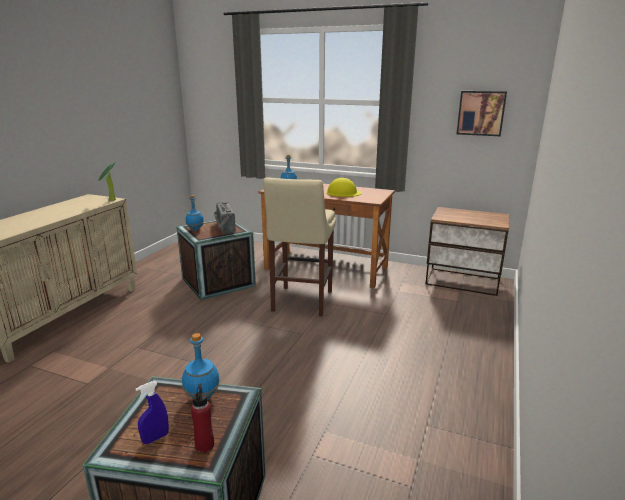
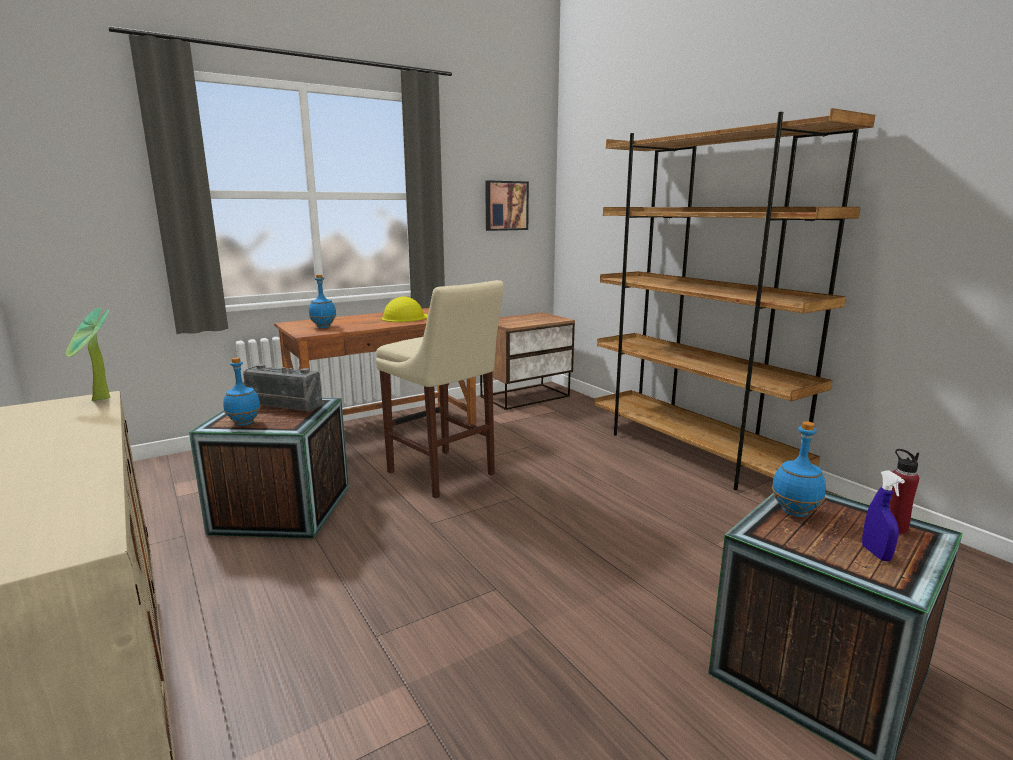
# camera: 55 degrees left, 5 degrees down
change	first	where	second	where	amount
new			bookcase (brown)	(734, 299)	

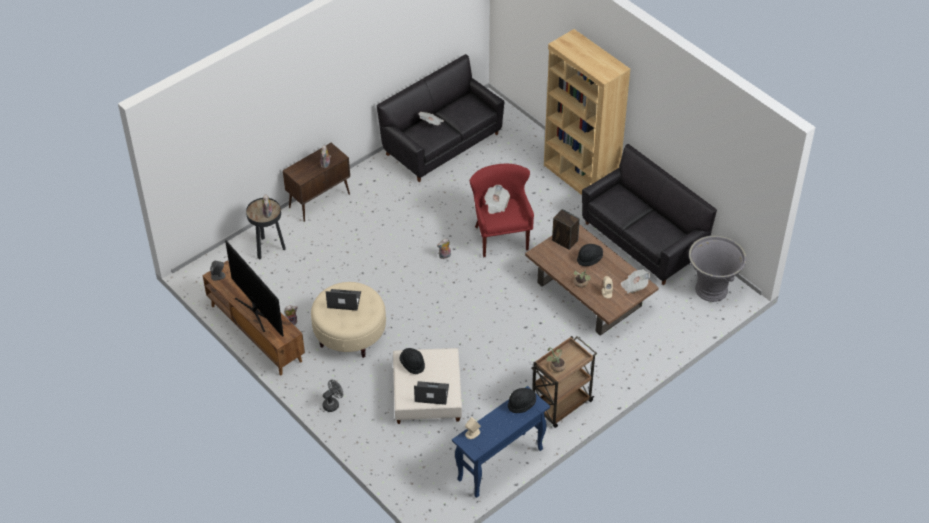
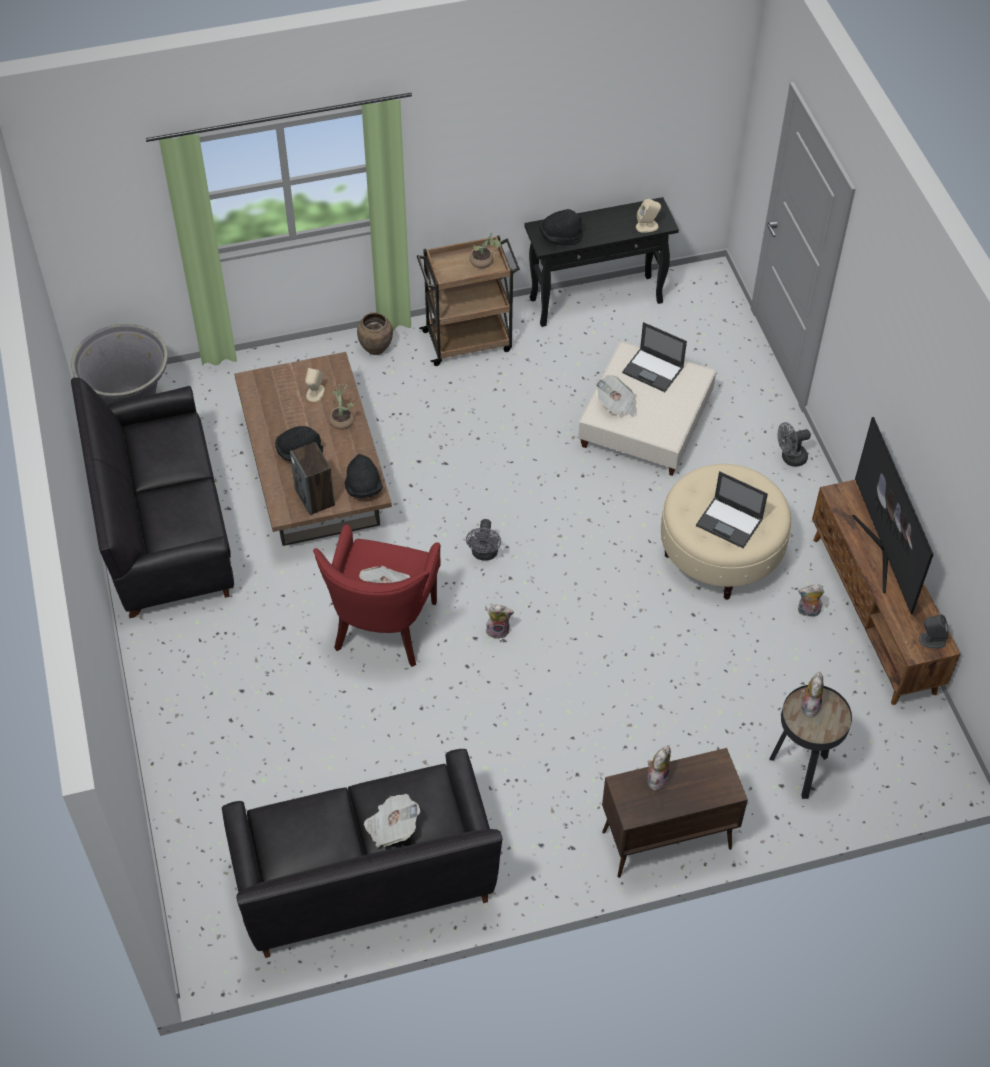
# camera: 155 degrees left, 5 degrees up
change	first	where	second	where	amount
shifted	hat (black)	(412, 361)		(363, 476)	
repainted	console table (blue)	(501, 442)	console table (black)	(601, 262)	
gone	bookcase (brown)	(587, 112)			
shifted	newspaper	(636, 281)		(616, 396)	
new			vase (brown)	(375, 333)	
new			fan (grey)	(483, 540)	

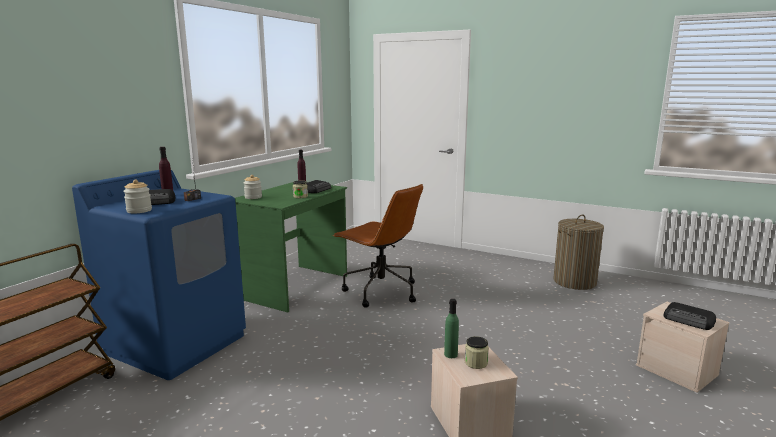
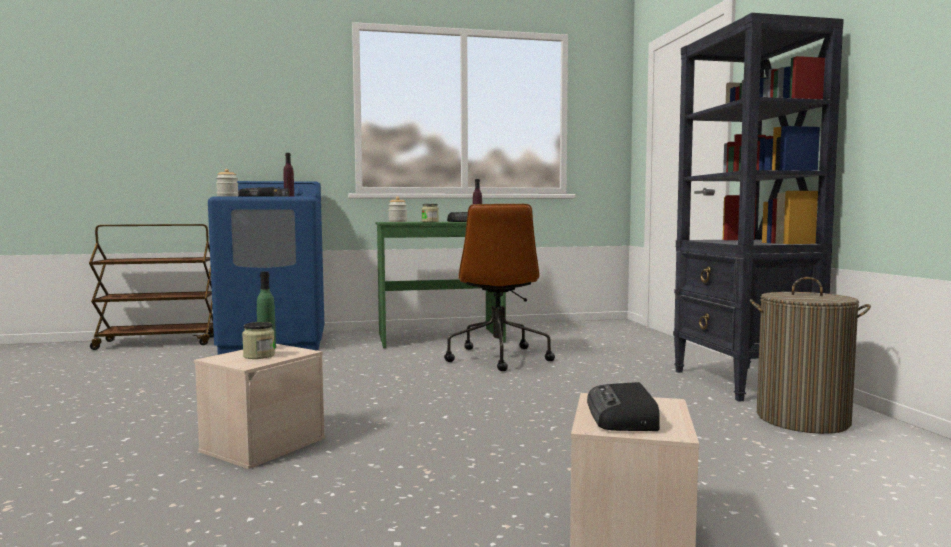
# camera: 50 degrees right, 10 degrees down
change	first	where	second	where	amount
new			bookcase (black)	(758, 207)	

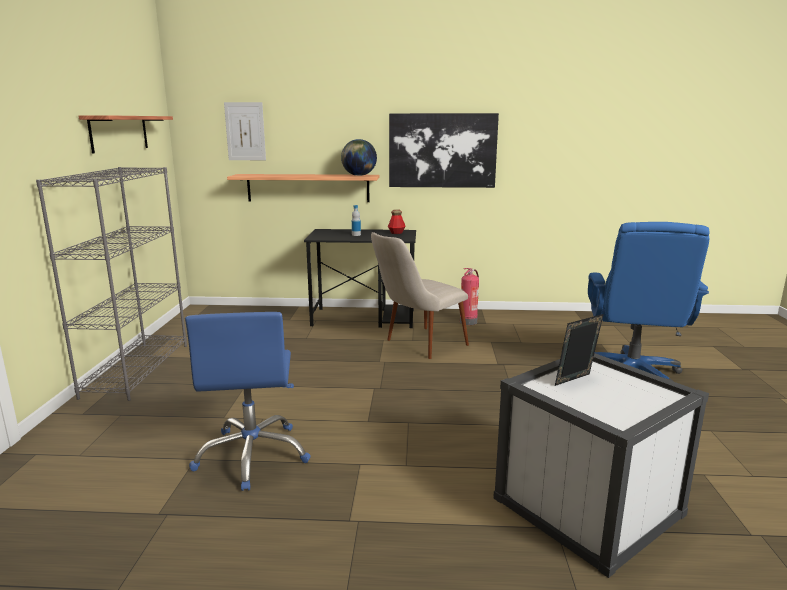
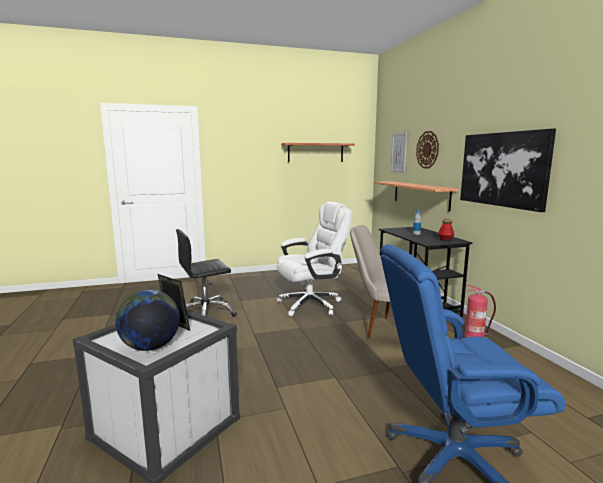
# camera: 70 degrees right, 5 degrees down
change	first	where	second	where	amount
gone	bookcase (grey)	(111, 284)			
repainted	office chair (blue)	(248, 401)	office chair (black)	(206, 273)	
shifted	globe	(359, 157)		(147, 320)	
new			office chair (white)	(314, 259)	
new			wall clock	(427, 150)	

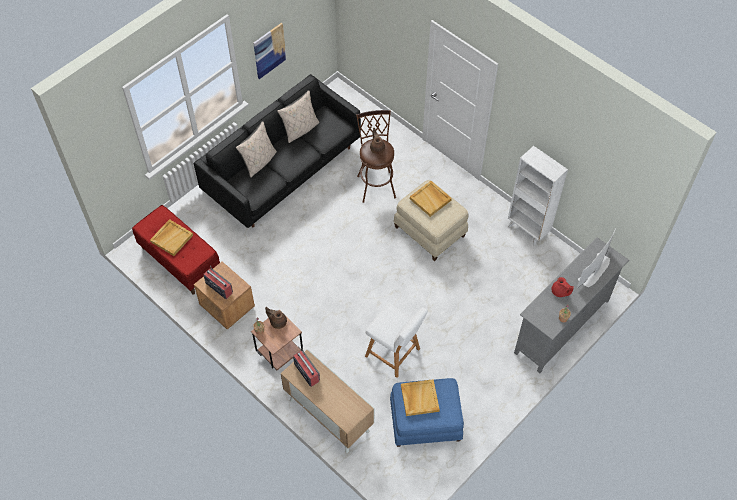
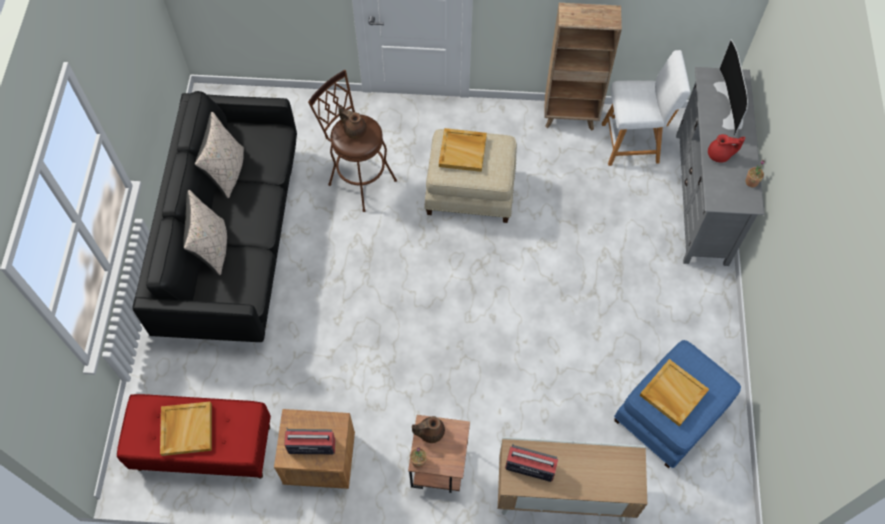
# camera: 40 degrees left, 5 degrees up
change	first	where	second	where	amount
gone	picture	(269, 51)			
shifted	stool (white)	(396, 340)		(646, 108)	
repainted	bookcase (white)	(538, 196)	bookcase (brown)	(583, 67)	

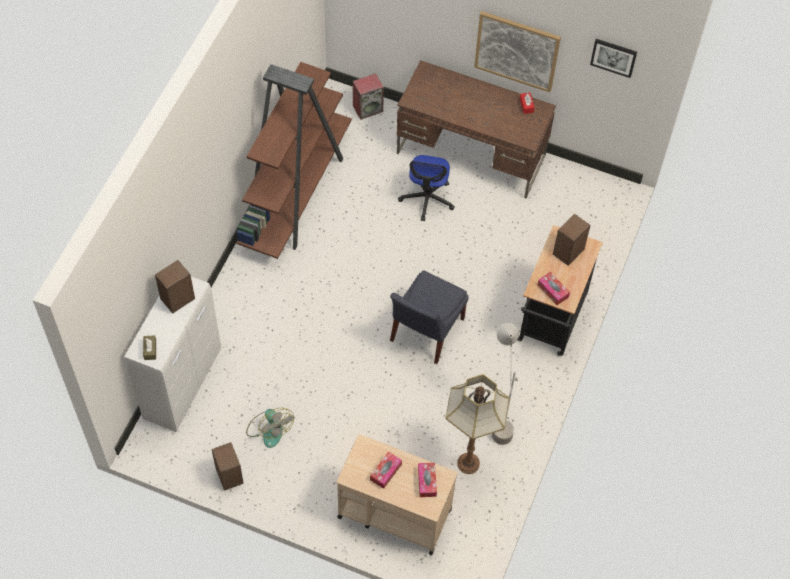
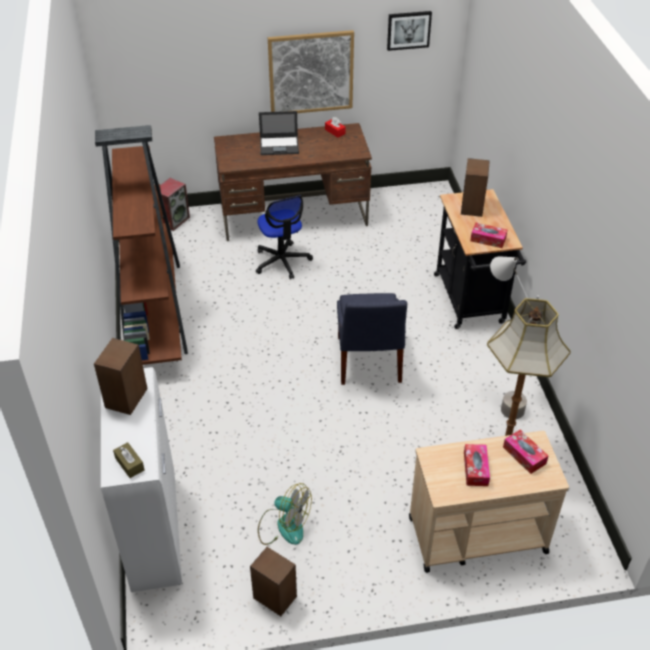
# camera: 30 degrees left, 15 degrees down
change	first	where	second	where	amount
new			laptop	(279, 133)	

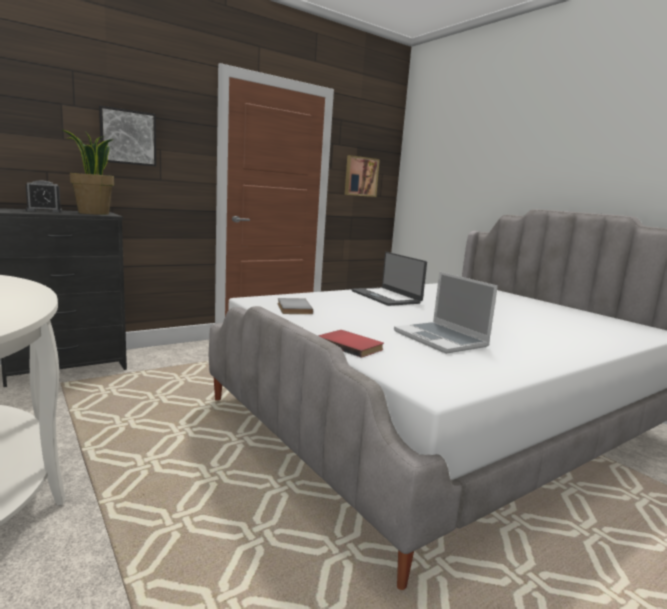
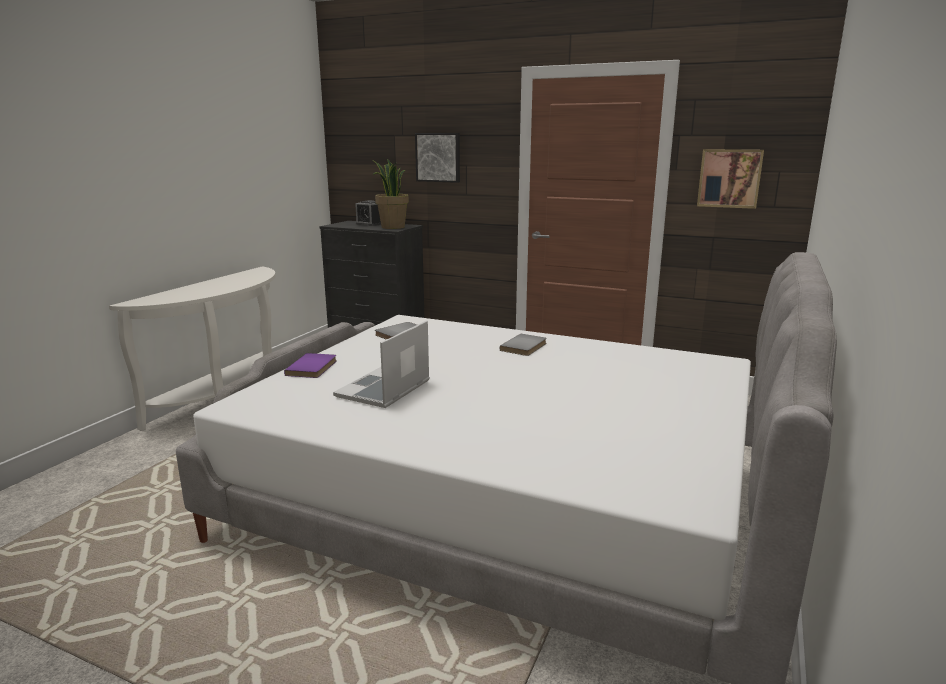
# camera: 60 degrees right, 5 degrees up
change	first	where	second	where	amount
repainted	book (red)	(351, 344)	book (purple)	(310, 365)	
swapped	laptop	(389, 279)	book (grey)	(523, 345)	

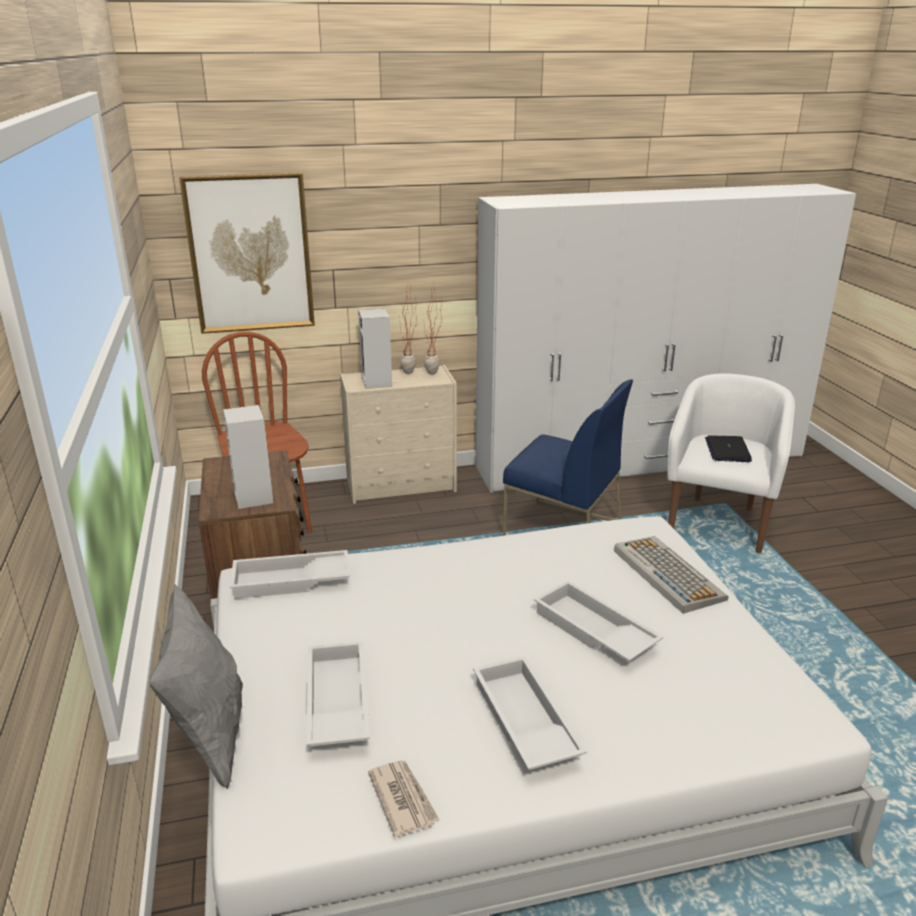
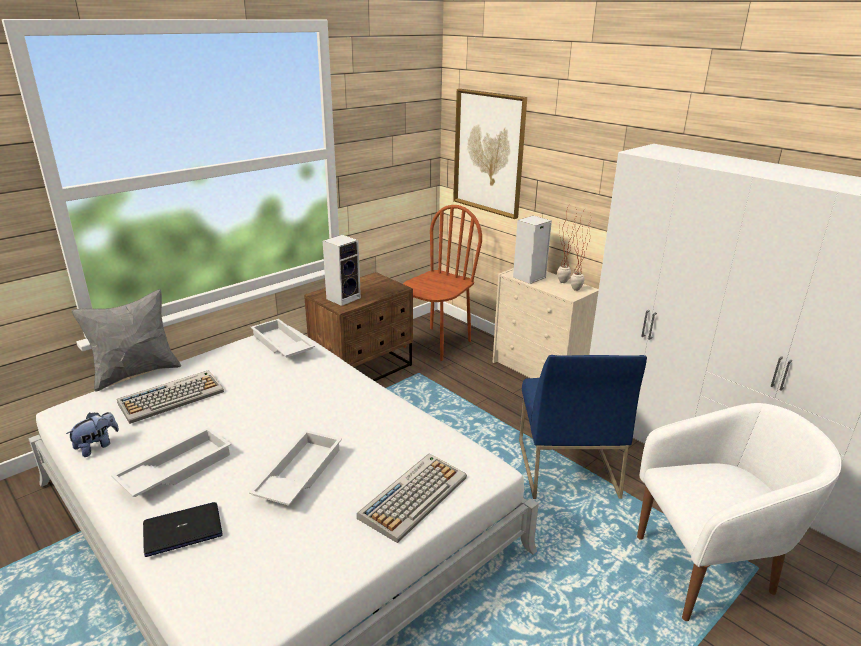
# camera: 60 degrees right, 0 degrees up
change	first	where	second	where	amount
swapped	tray (white)	(338, 693)	keyboard	(170, 397)	
swapped	newspaper	(404, 798)	plush toy	(92, 434)	
shifted	laptop	(728, 448)		(182, 529)	

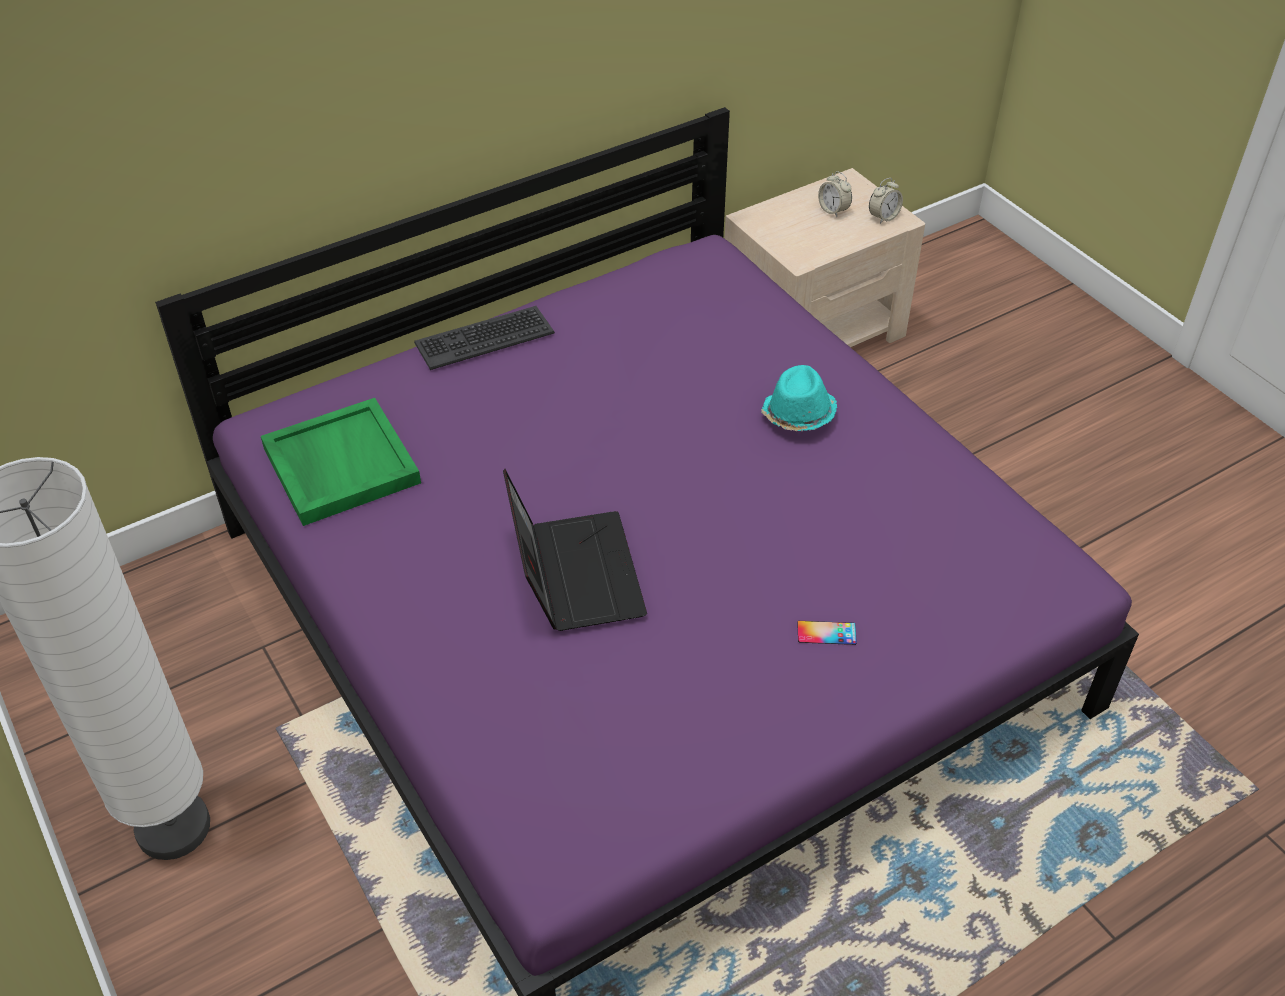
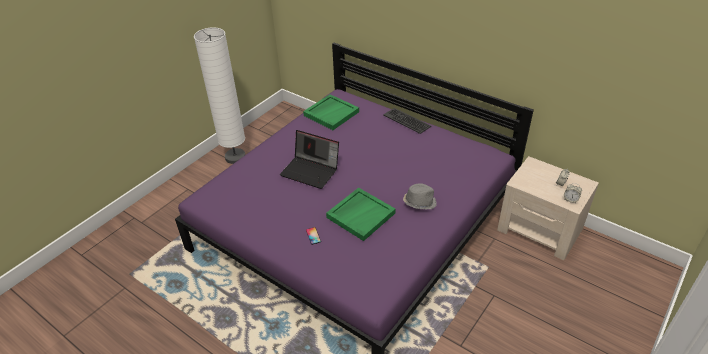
# camera: 70 degrees right, 5 degrees down
change	first	where	second	where	amount
rotated	laptop	(575, 550)		(309, 159)	60 degrees clockwise
repainted	hat (turquoise)	(799, 398)	hat (grey)	(420, 196)	
new			tray (green)	(360, 214)	

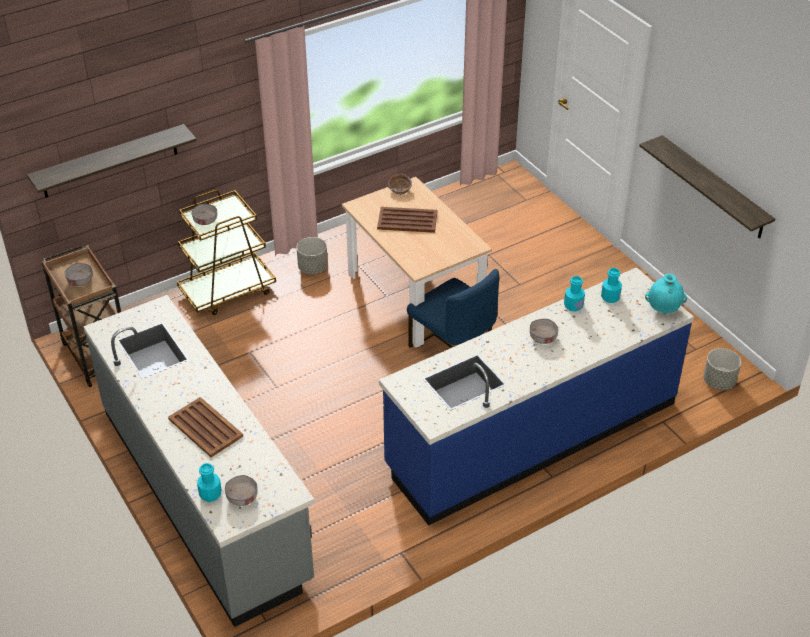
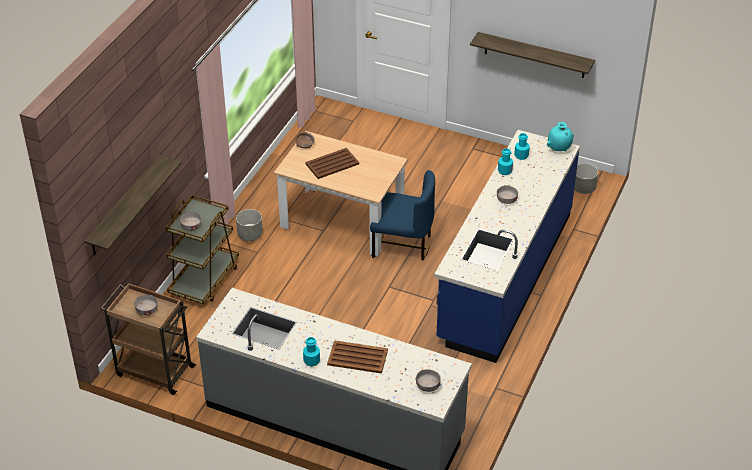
# camera: 35 degrees left, 0 degrees up
change	first	where	second	where	amount
shifted	bottle (turquoise)	(209, 482)		(311, 352)	

